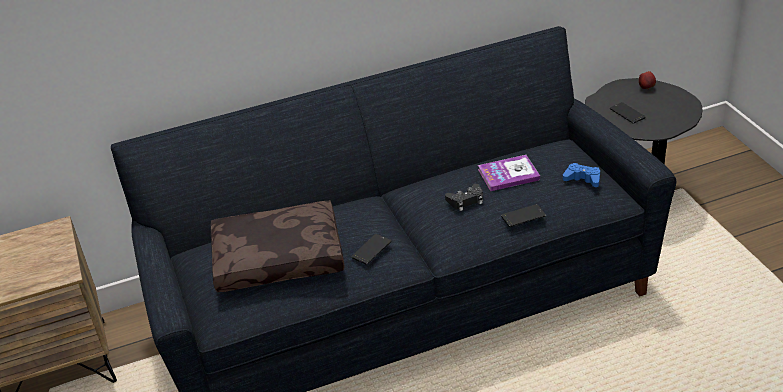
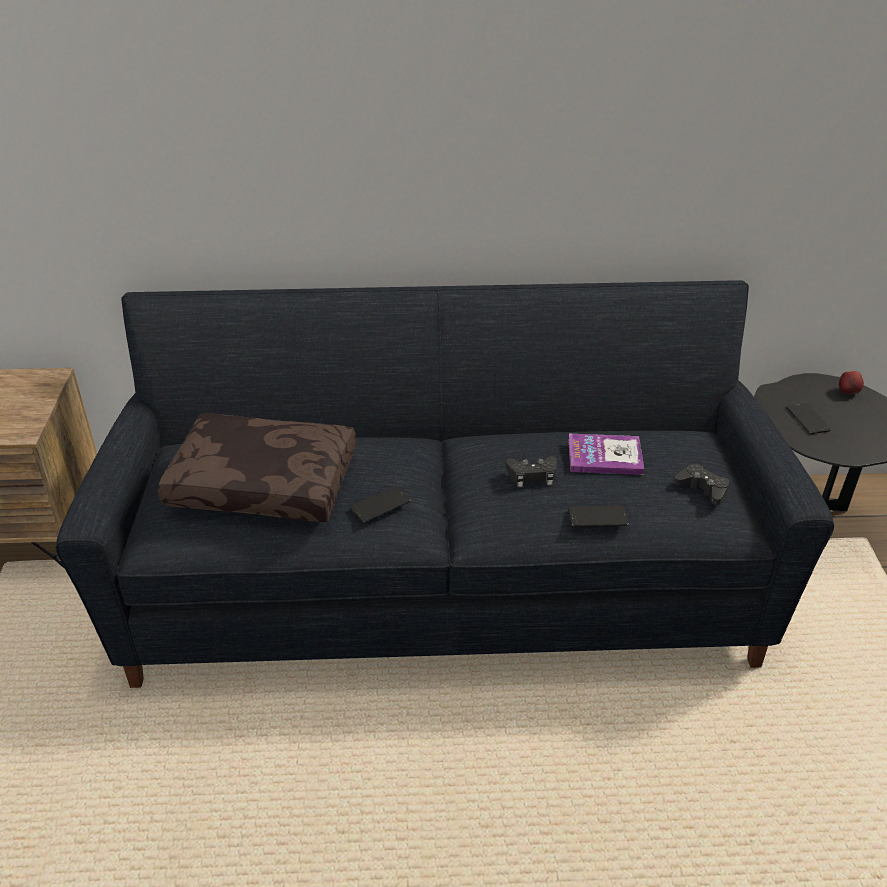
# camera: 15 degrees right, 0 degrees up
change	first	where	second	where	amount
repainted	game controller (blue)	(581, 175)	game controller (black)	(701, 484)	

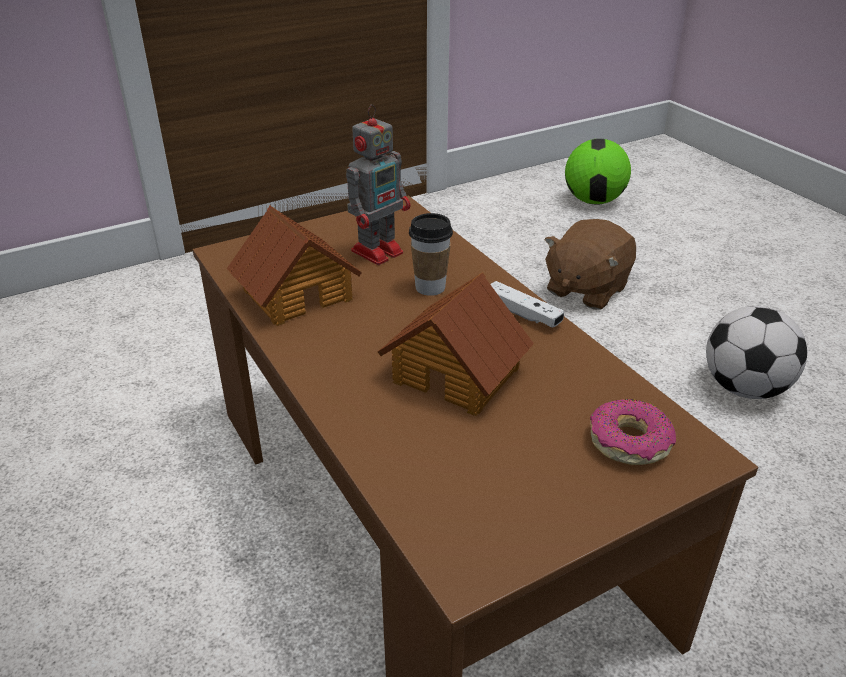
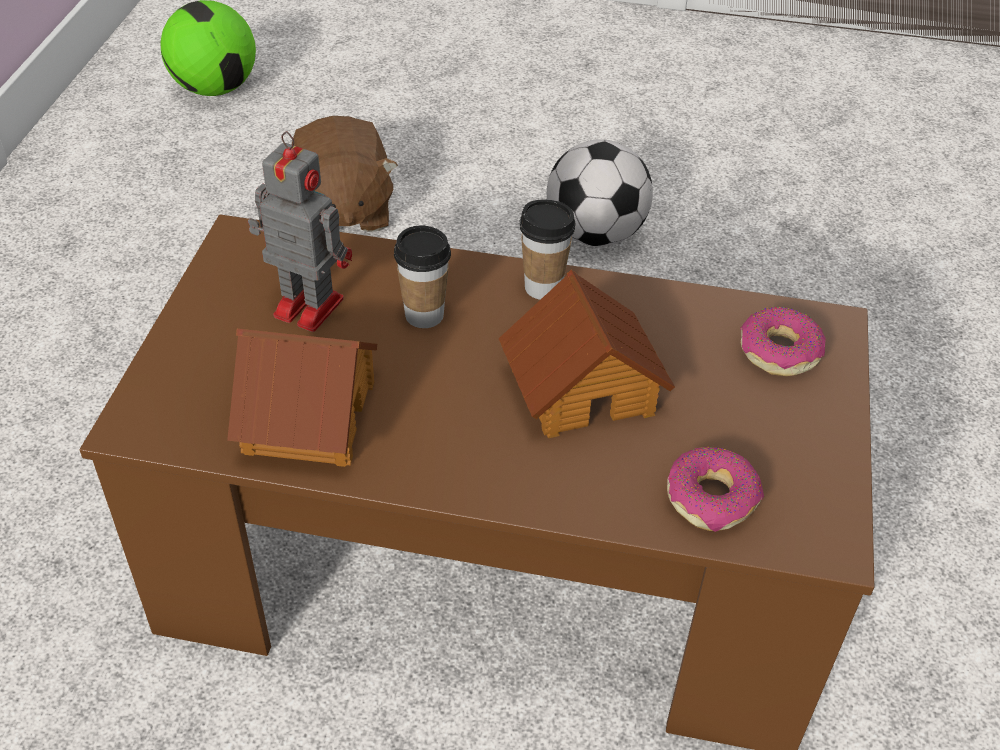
# camera: 50 degrees left, 10 degrees up
change	first	where	second	where	amount
rotated	toy robot	(378, 184)		(300, 231)	60 degrees counterclockwise
swapped	game controller (white)	(527, 304)	cup	(548, 249)	
new			donut	(715, 489)	

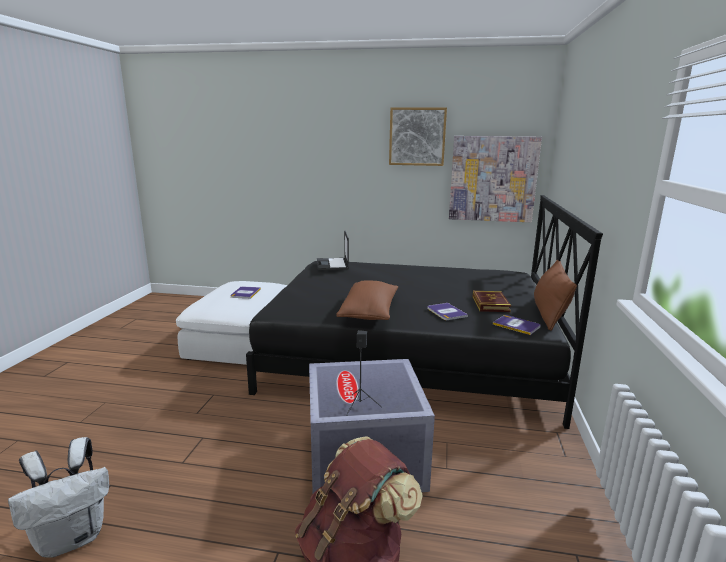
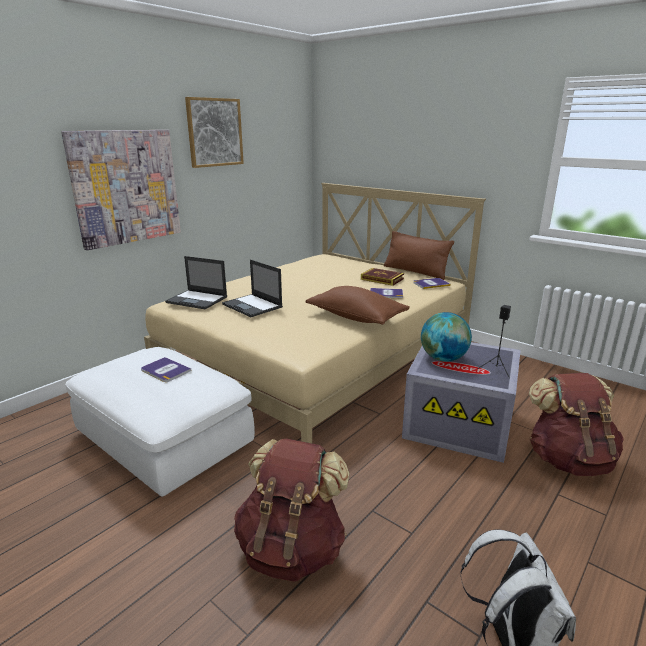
# camera: 60 degrees left, 5 degrees up
change	first	where	second	where	amount
repainted	bed (black)	(424, 312)	bed (beige)	(315, 313)	
shifted	picture	(495, 179)		(121, 190)	
new			laptop	(252, 288)	
new			backpack (brown)	(291, 510)	
new			globe	(446, 337)	

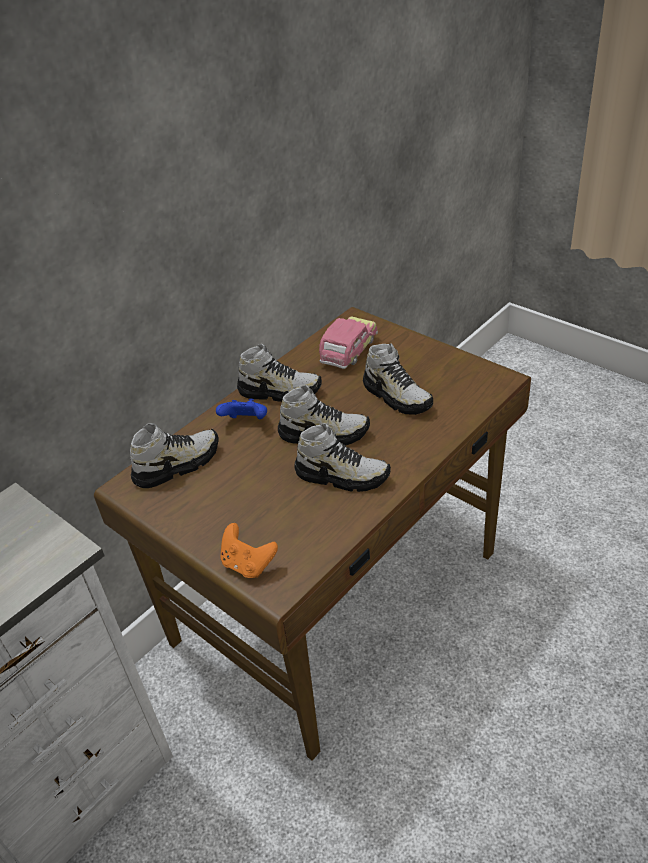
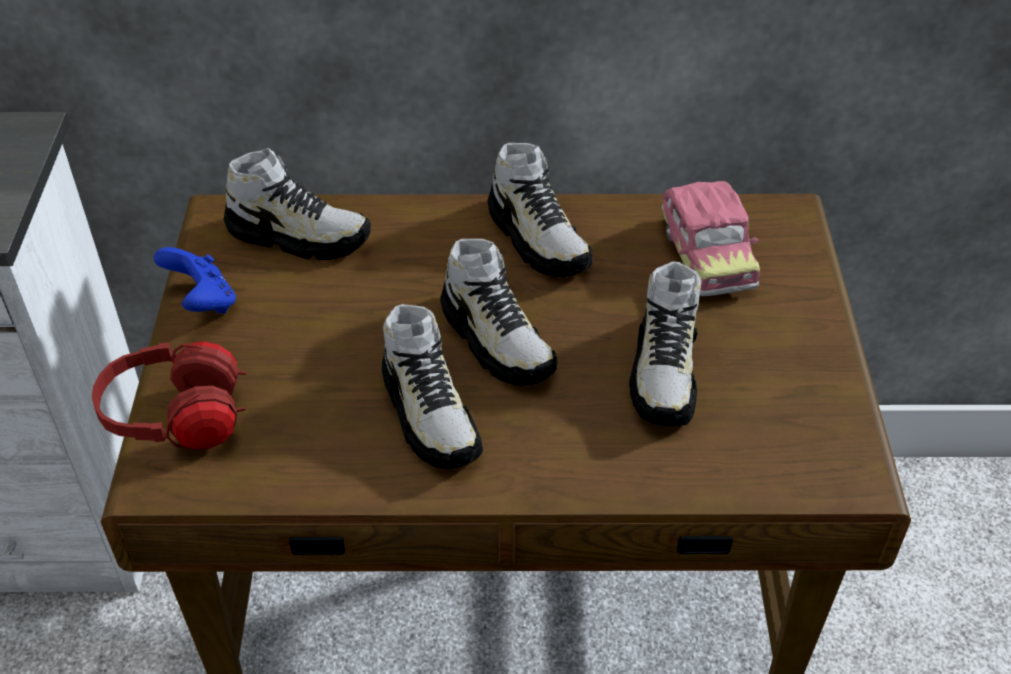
# camera: 45 degrees right, 5 degrees up
change	first	where	second	where	amount
shifted	game controller (blue)	(241, 409)		(195, 280)	
swapped	game controller (orange)	(249, 550)	headphones (red)	(169, 395)	
rotated	toy car	(348, 342)		(710, 238)	90 degrees clockwise

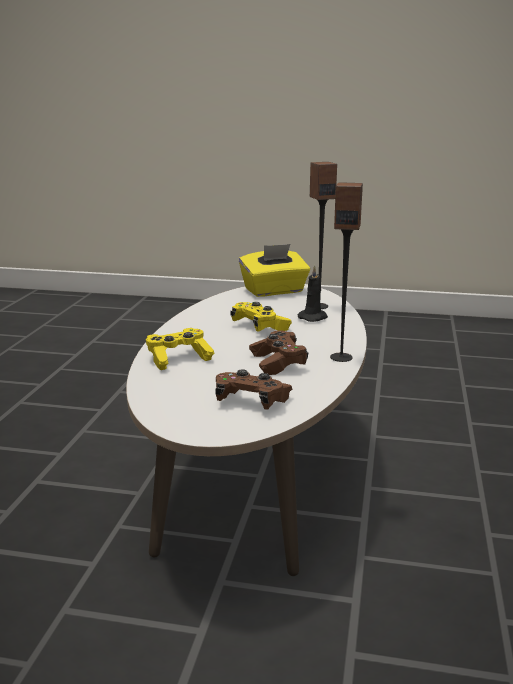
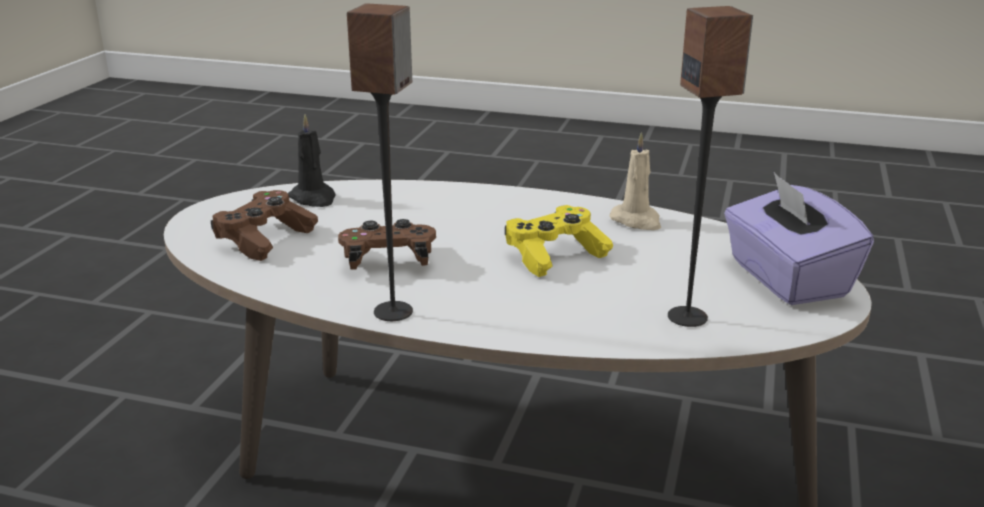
# camera: 95 degrees right, 5 degrees up
change	first	where	second	where	amount
gone	game controller (yellow)	(180, 349)			
repainted	tissue box (yellow)	(274, 270)	tissue box (purple)	(799, 238)	
shifted	candle (black)	(313, 293)		(312, 160)	
new			candle (beige)	(635, 181)	

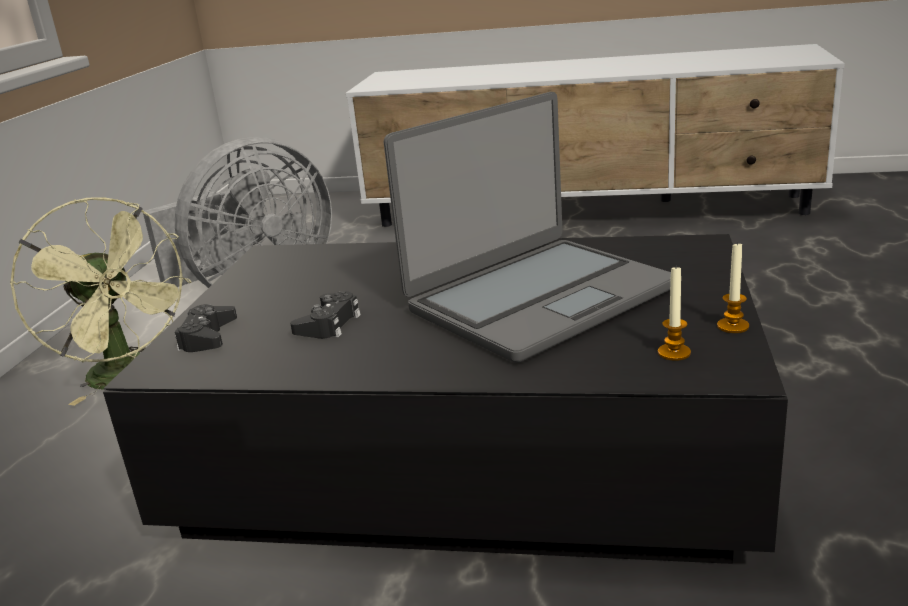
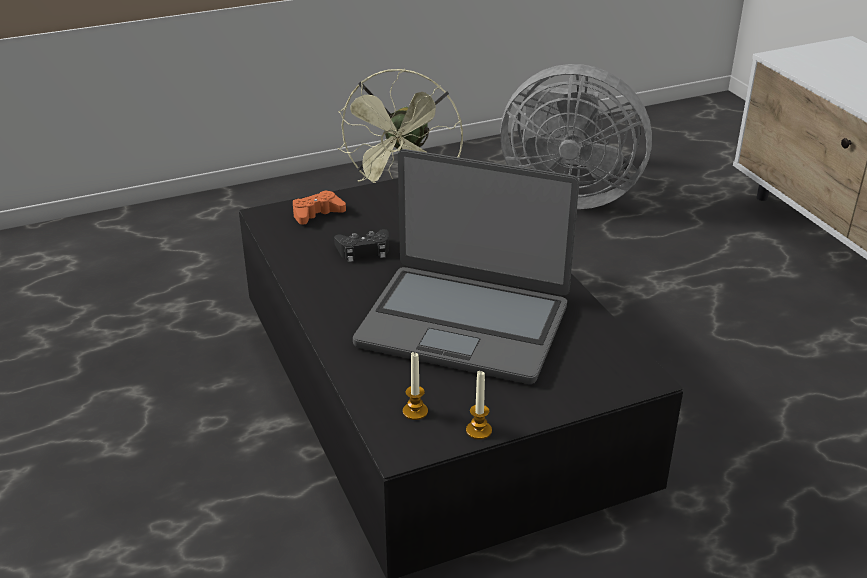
# camera: 55 degrees right, 10 degrees up
change	first	where	second	where	amount
repainted	game controller (black)	(206, 328)	game controller (orange)	(319, 207)	

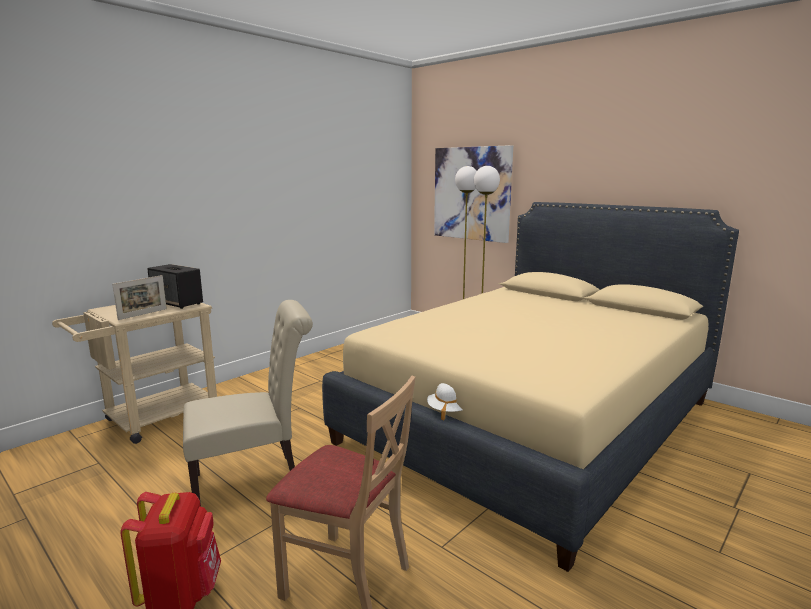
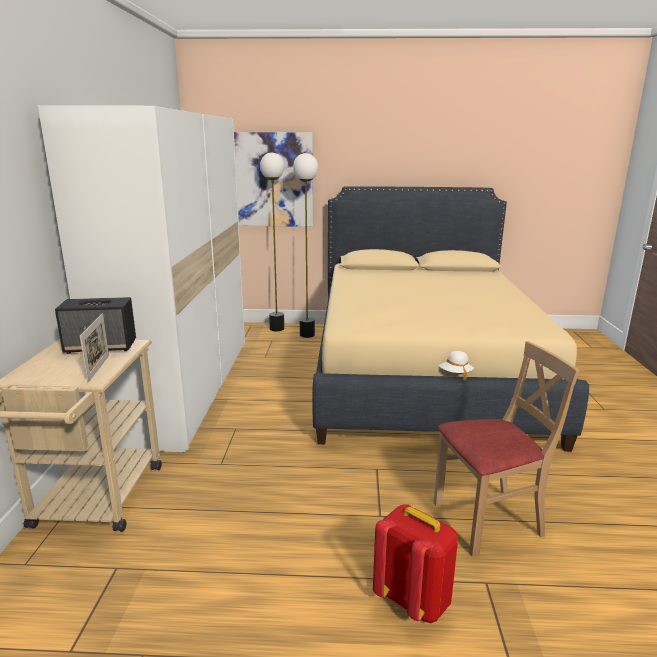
# camera: 40 degrees left, 5 degrees up
change	first	where	second	where	amount
gone	chair (beige)	(248, 403)			
new			wardrobe (white)	(141, 279)	

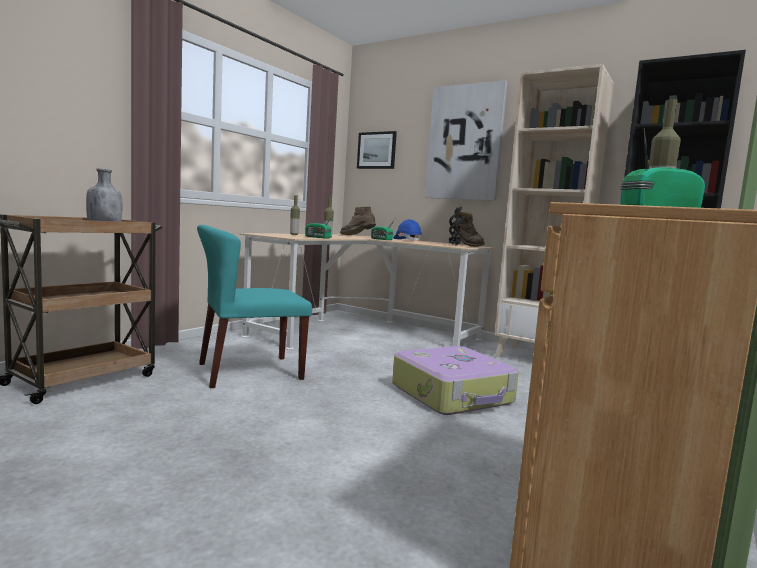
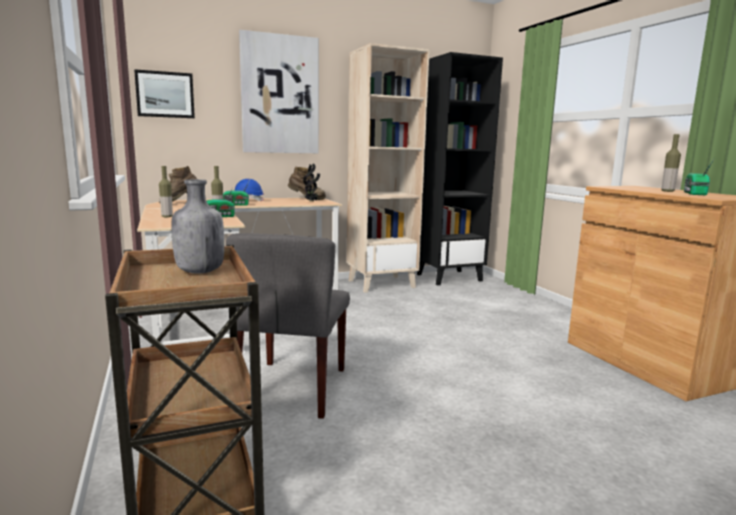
# camera: 55 degrees left, 5 degrees up
change	first	where	second	where	amount
repainted	chair (turquoise)	(254, 306)	chair (grey)	(288, 326)	
gone	suitcase	(455, 380)			

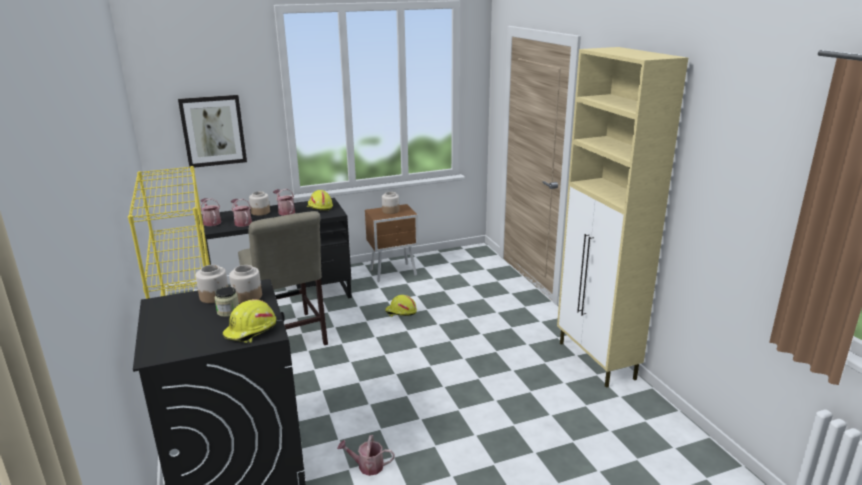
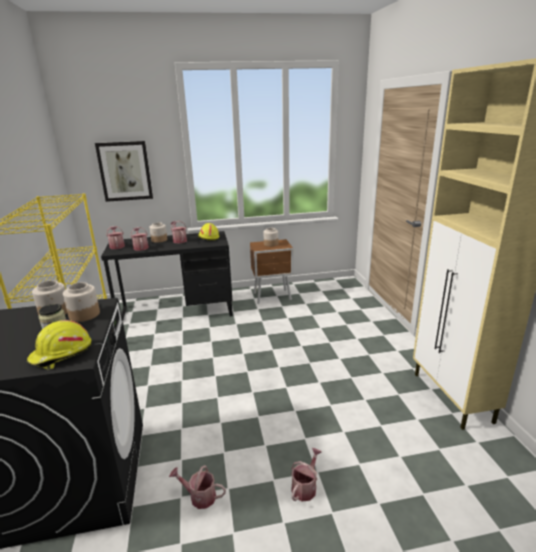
# camera: 10 degrees right, 0 degrees up
change	first	where	second	where	amount
gone	chair (beige)	(283, 278)			
gone	hard hat (yellow)	(401, 306)			
new			watering can	(306, 474)	

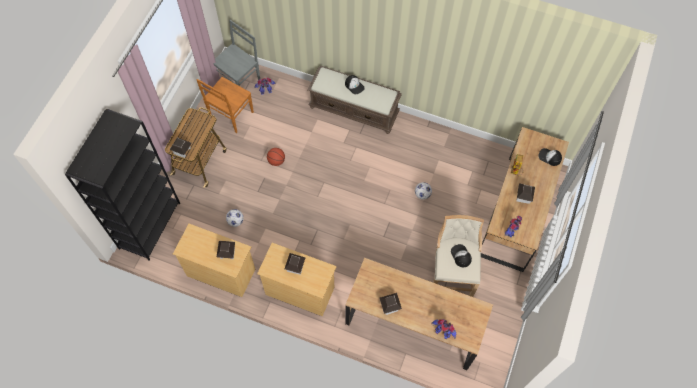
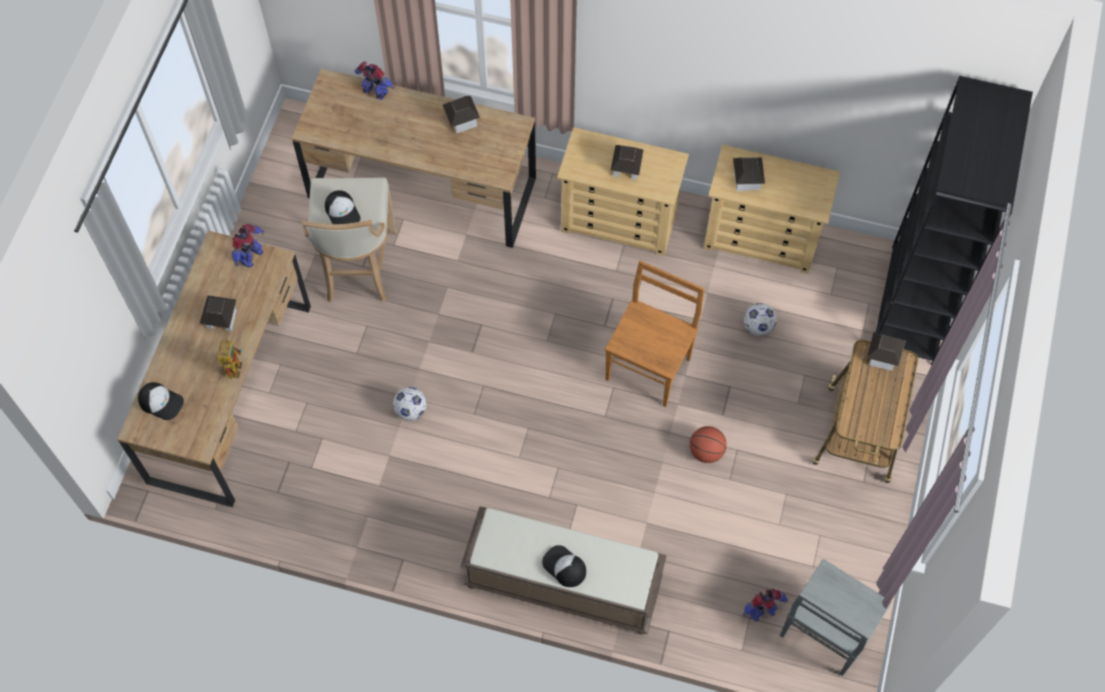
# camera: 175 degrees right, 0 degrees up
change	first	where	second	where	amount
shifted	chair (brown)	(225, 105)		(654, 334)	

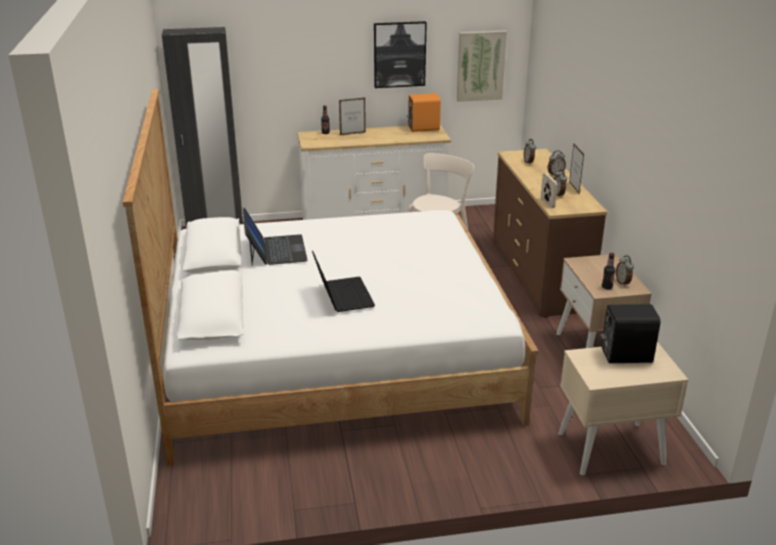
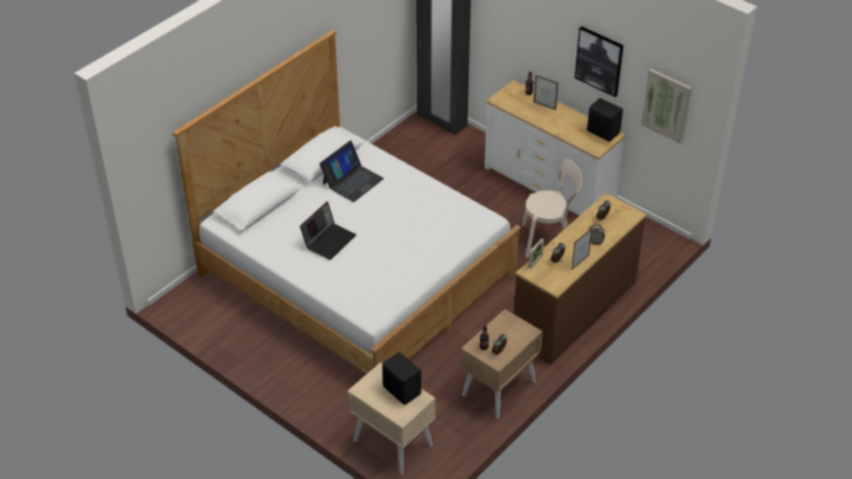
# camera: 50 degrees right, 15 degrees up
change	first	where	second	where	amount
repainted	speaker (orange)	(424, 112)	speaker (black)	(605, 120)	

